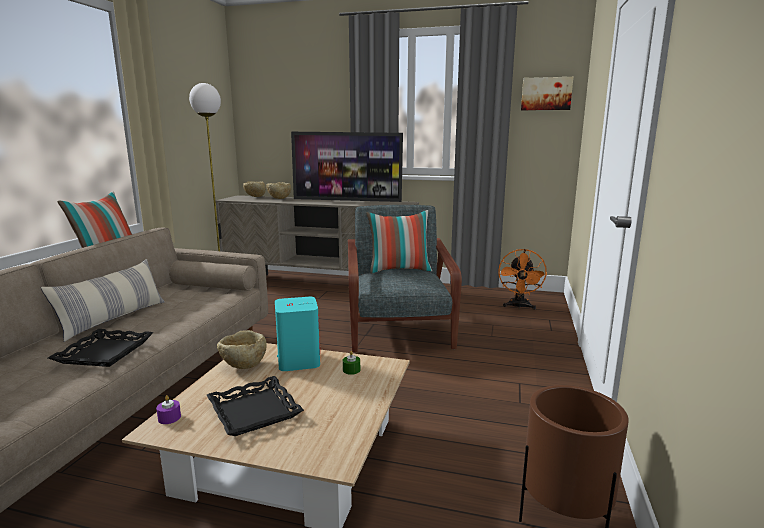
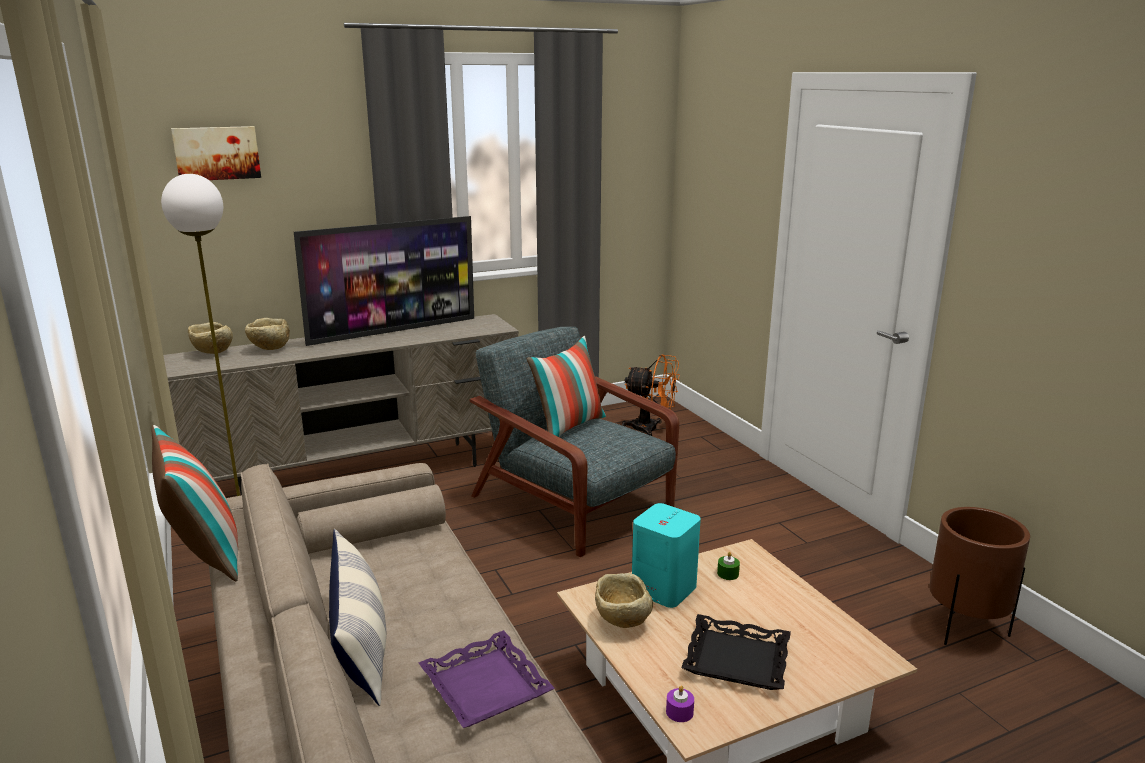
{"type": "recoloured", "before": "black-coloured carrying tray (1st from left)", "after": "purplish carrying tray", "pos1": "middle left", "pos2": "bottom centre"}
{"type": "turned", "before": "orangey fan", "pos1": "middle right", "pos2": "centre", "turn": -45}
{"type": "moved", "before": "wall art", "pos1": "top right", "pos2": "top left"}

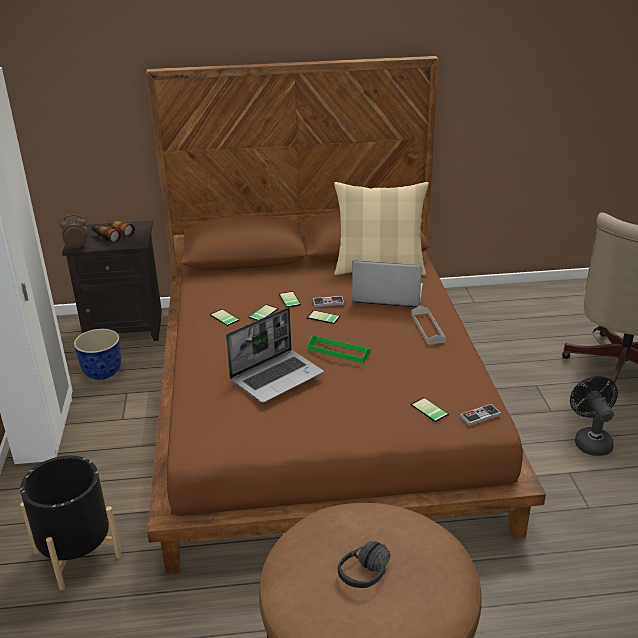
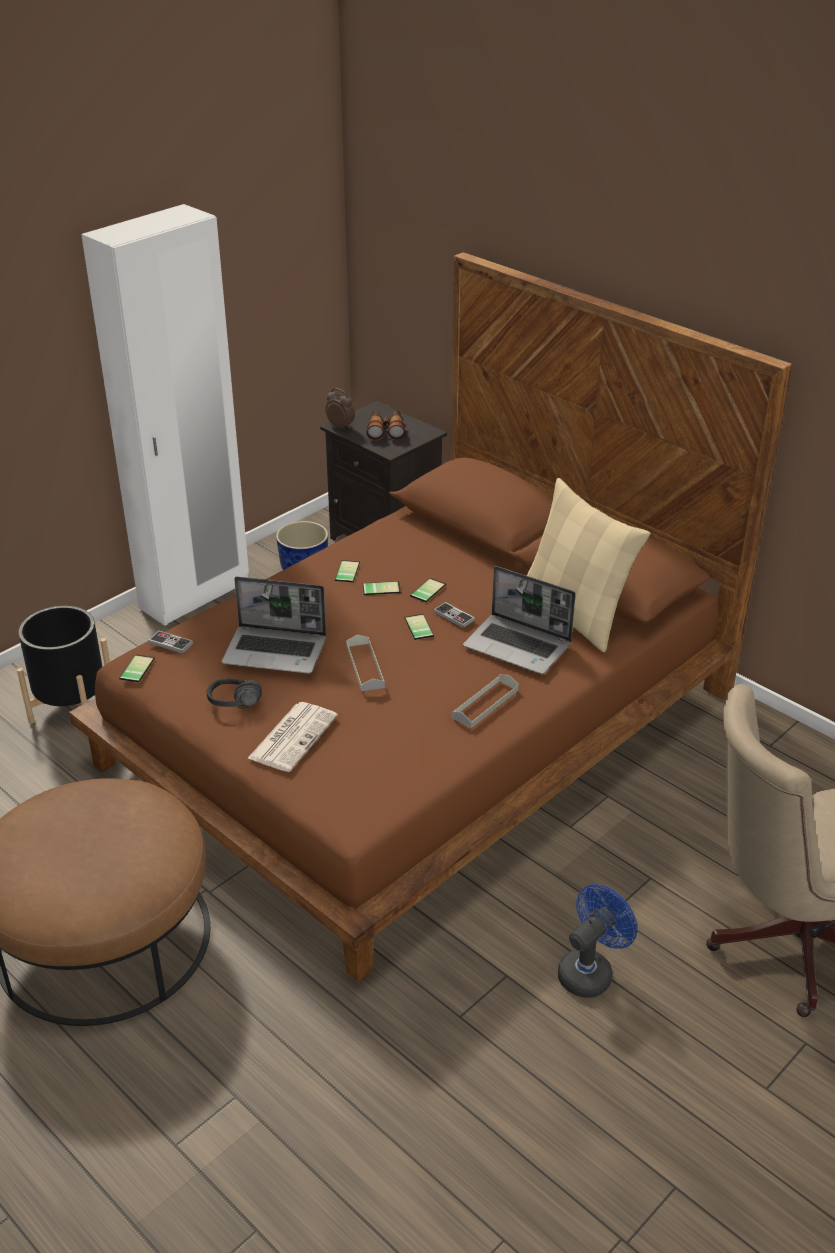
{"type": "recoloured", "before": "greenish carrying tray", "after": "grey carrying tray (1st from left)", "pos1": "centre", "pos2": "centre"}
{"type": "moved", "before": "black-coloured headphones", "pos1": "bottom centre", "pos2": "middle left"}
{"type": "turned", "before": "laptop (2nd from left)", "pos1": "centre", "pos2": "centre", "turn": 150}
{"type": "moved", "before": "phone (5th from left in the first image)", "after": "phone (1st from left)", "pos1": "middle right", "pos2": "middle left"}
{"type": "moved", "before": "game controller (2nd from left in the first image)", "after": "game controller (1st from left)", "pos1": "middle right", "pos2": "middle left"}
{"type": "recoloured", "before": "black-coloured fan", "after": "blue-coloured fan", "pos1": "middle right", "pos2": "bottom right"}
{"type": "added", "after": "daily paper", "pos2": "centre"}

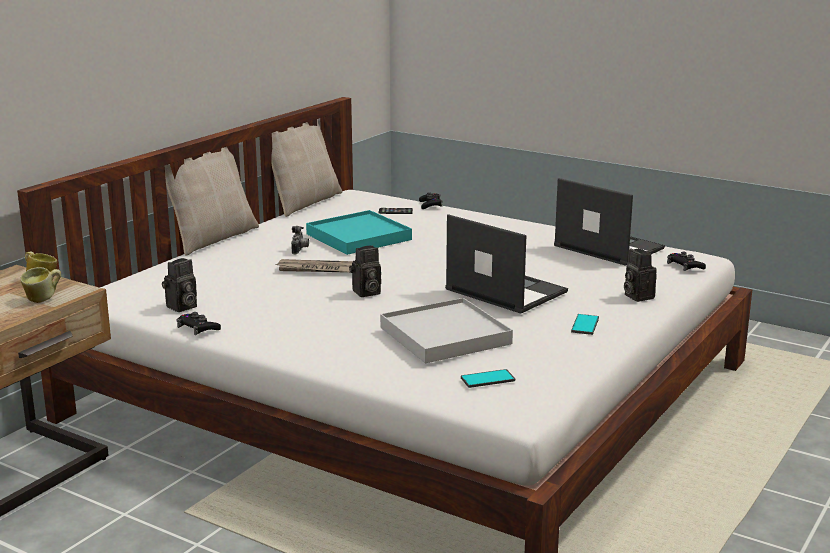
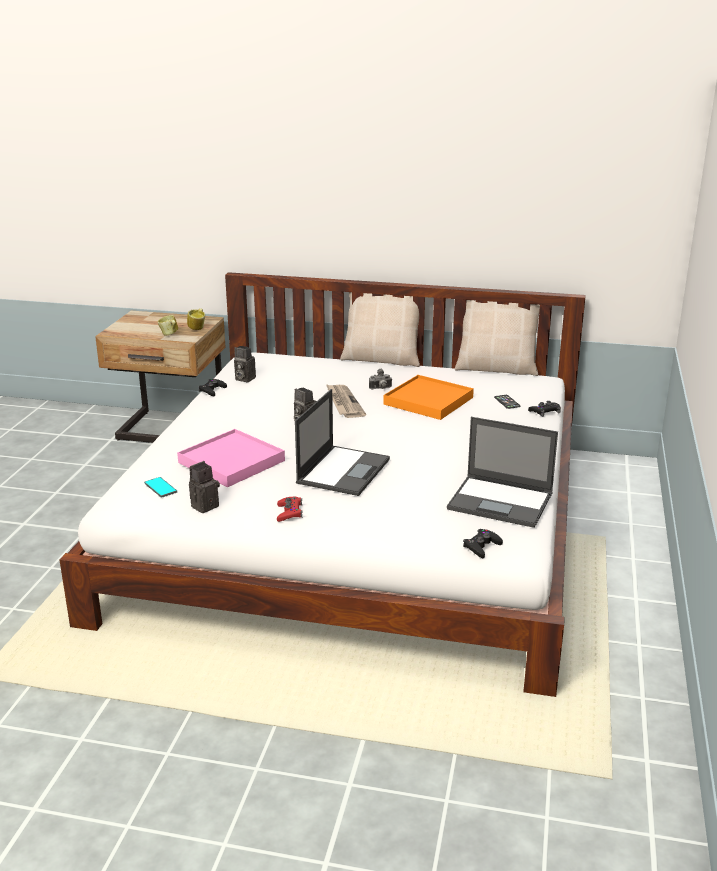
{"type": "recoloured", "before": "turquoise carrying tray", "after": "orangey carrying tray", "pos1": "centre", "pos2": "centre"}
{"type": "recoloured", "before": "whitish carrying tray", "after": "pinkish carrying tray", "pos1": "centre", "pos2": "middle left"}
{"type": "turned", "before": "laptop (2nd from left)", "pos1": "middle right", "pos2": "middle right", "turn": 90}
{"type": "replaced", "before": "phone (3rd from left)", "after": "reddish game controller", "pos1": "middle right", "pos2": "centre"}
{"type": "moved", "before": "still camera (4th from left in the first image)", "after": "still camera (1st from left)", "pos1": "middle right", "pos2": "middle left"}

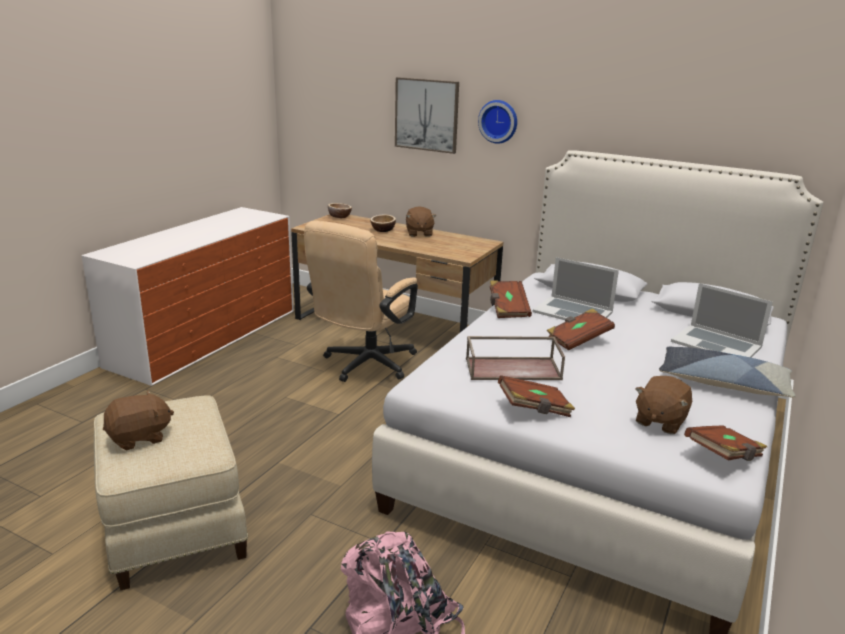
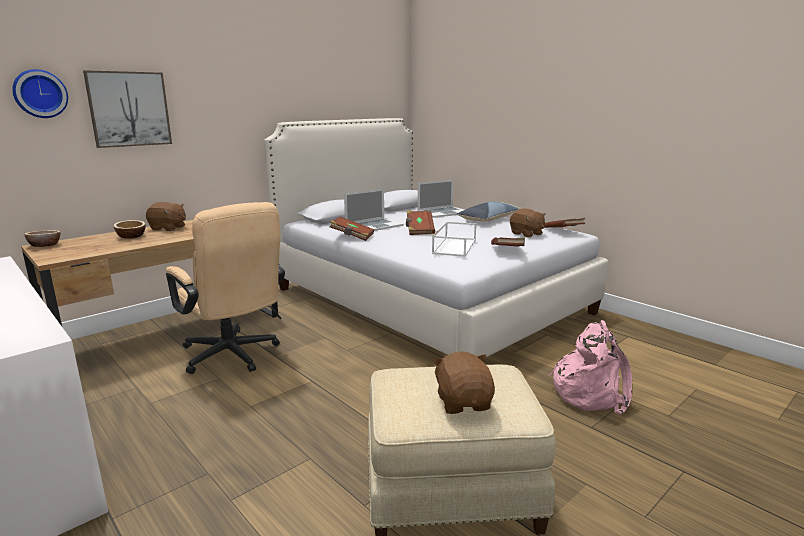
{"type": "recoloured", "before": "brown-coloured carrying tray", "after": "whitish carrying tray", "pos1": "centre", "pos2": "centre"}
{"type": "moved", "before": "wall clock", "pos1": "top centre", "pos2": "top left"}

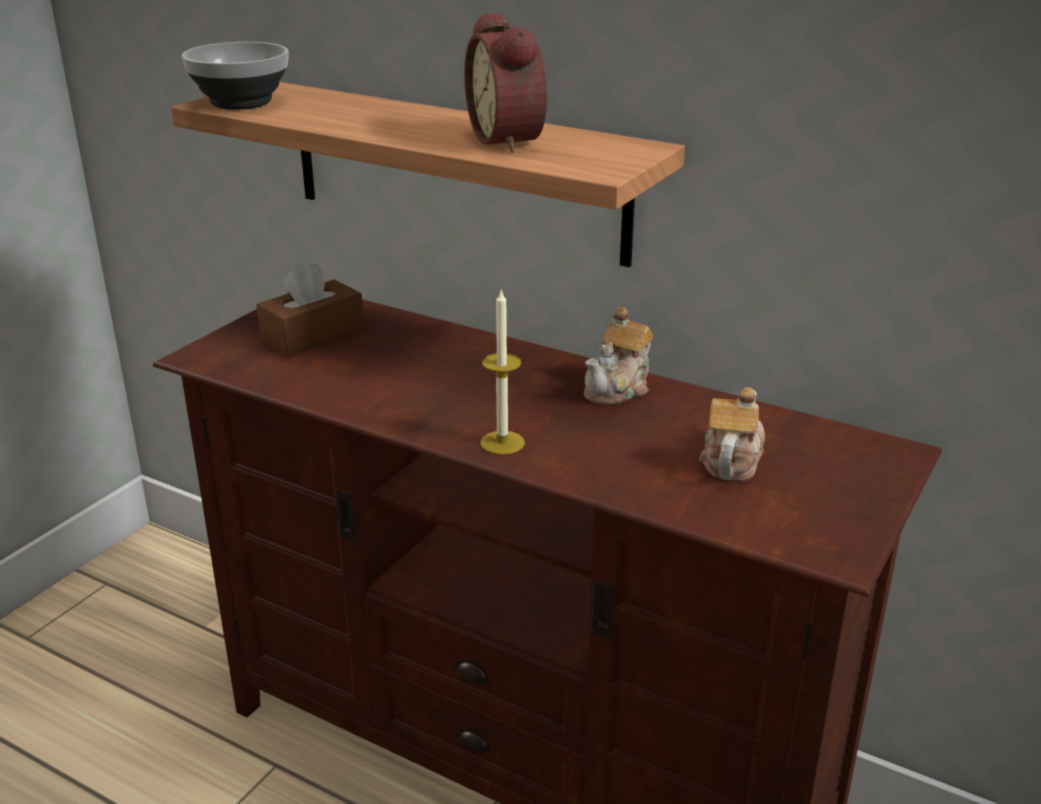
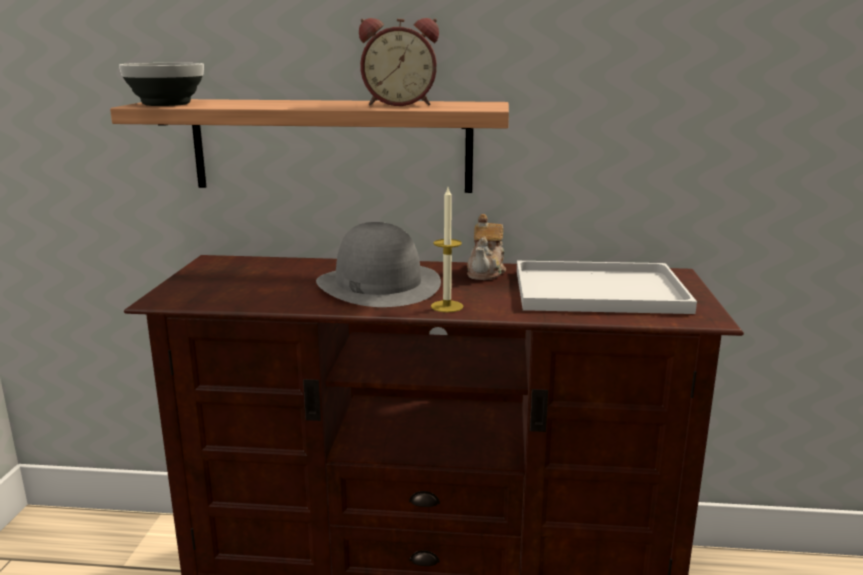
{"type": "removed", "before": "brown-coloured tissue holder", "pos1": "middle left"}
{"type": "turned", "before": "alarm clock", "pos1": "top centre", "pos2": "top centre", "turn": -45}
{"type": "replaced", "before": "tea pot (2nd from left)", "after": "whitish carrying tray", "pos1": "middle right", "pos2": "middle right"}
{"type": "added", "after": "grey wearable hat", "pos2": "centre"}

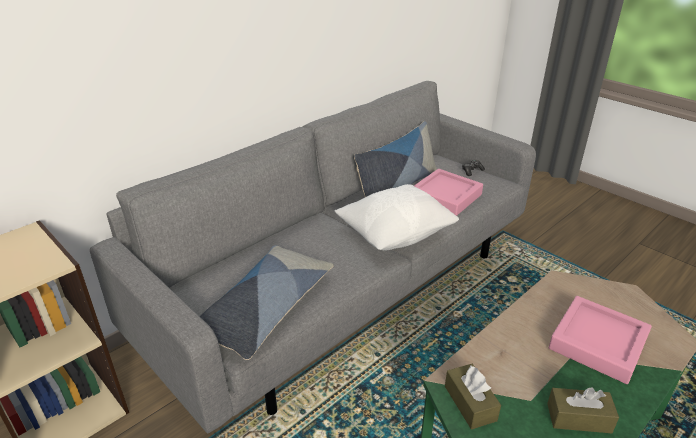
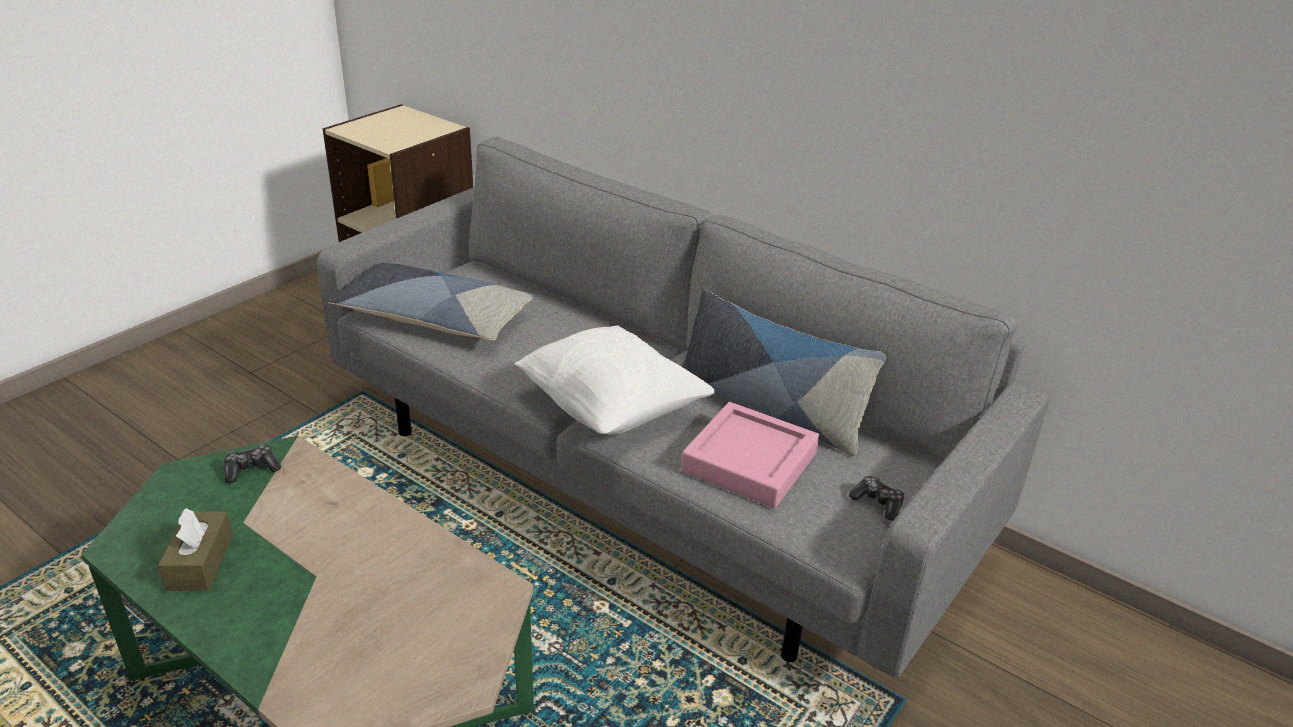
{"type": "replaced", "before": "brown-coloured tissue holder (1st from left)", "after": "game controller (1st from left)", "pos1": "bottom right", "pos2": "middle left"}
{"type": "removed", "before": "pinkish carrying tray (2nd from left)", "pos1": "bottom right"}

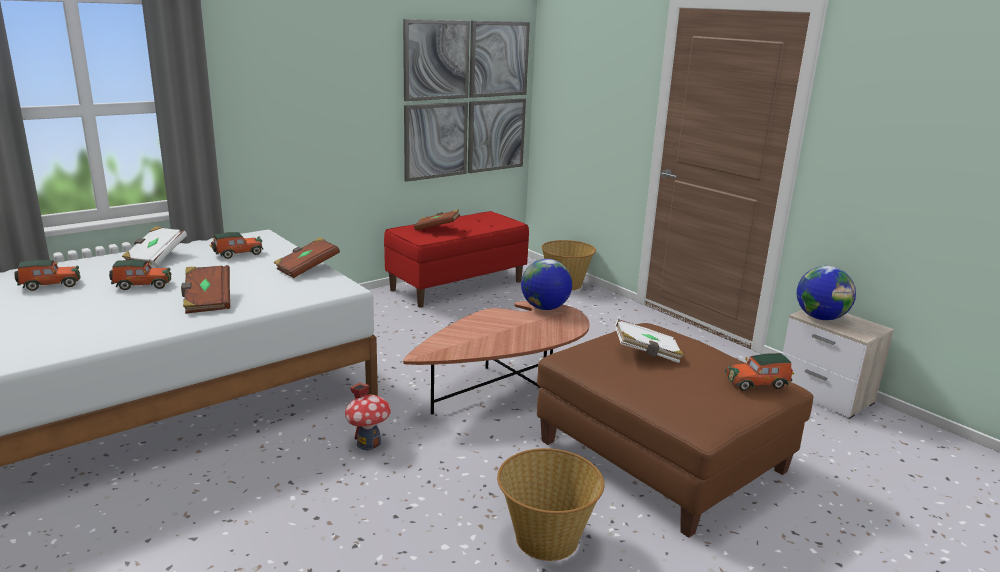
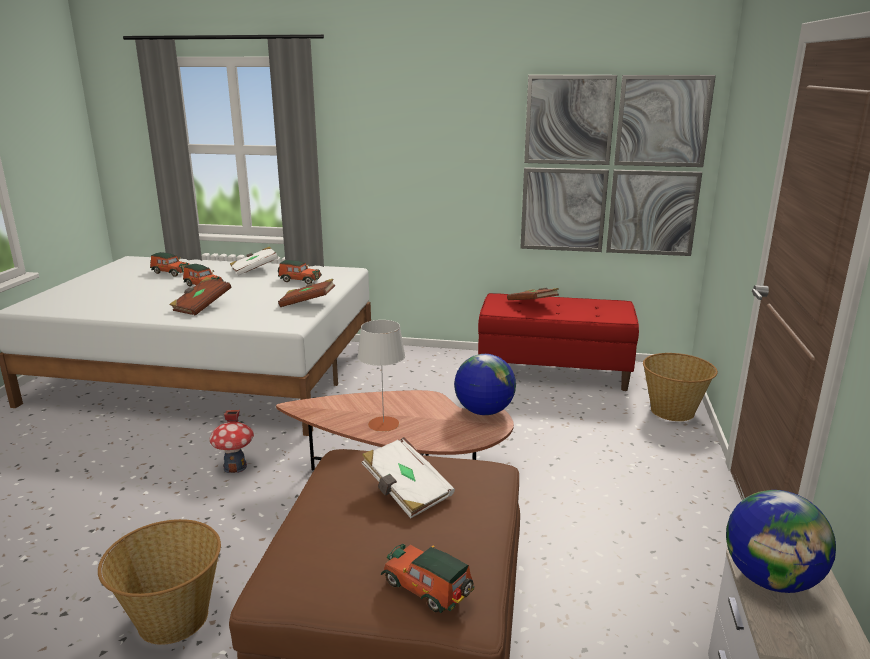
{"type": "added", "after": "grey lamp for a table", "pos2": "centre"}

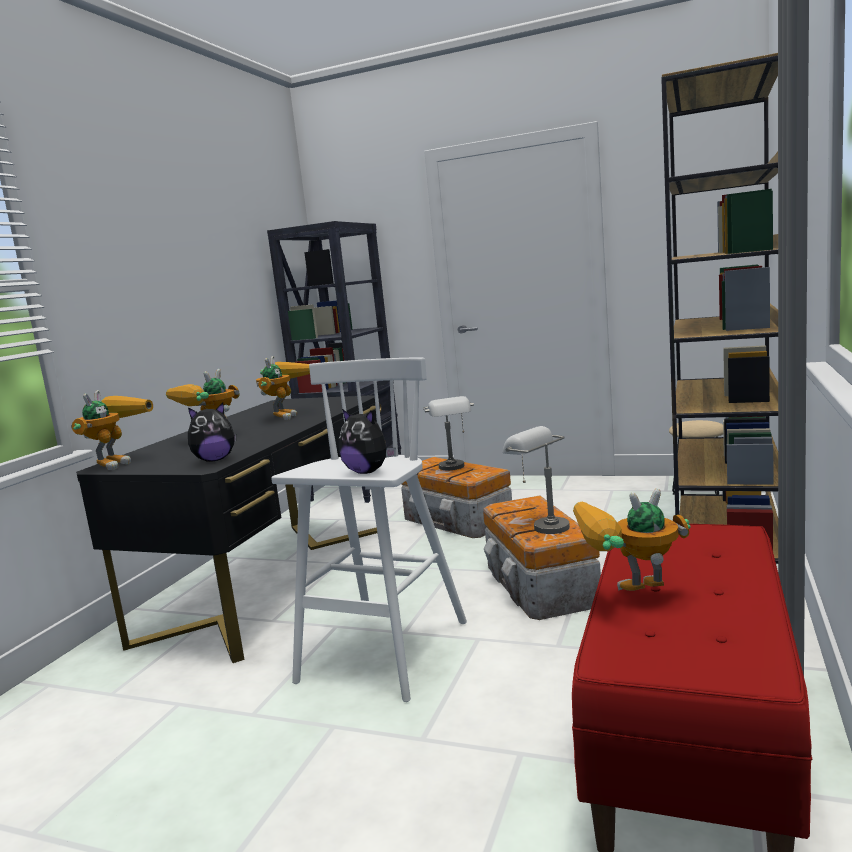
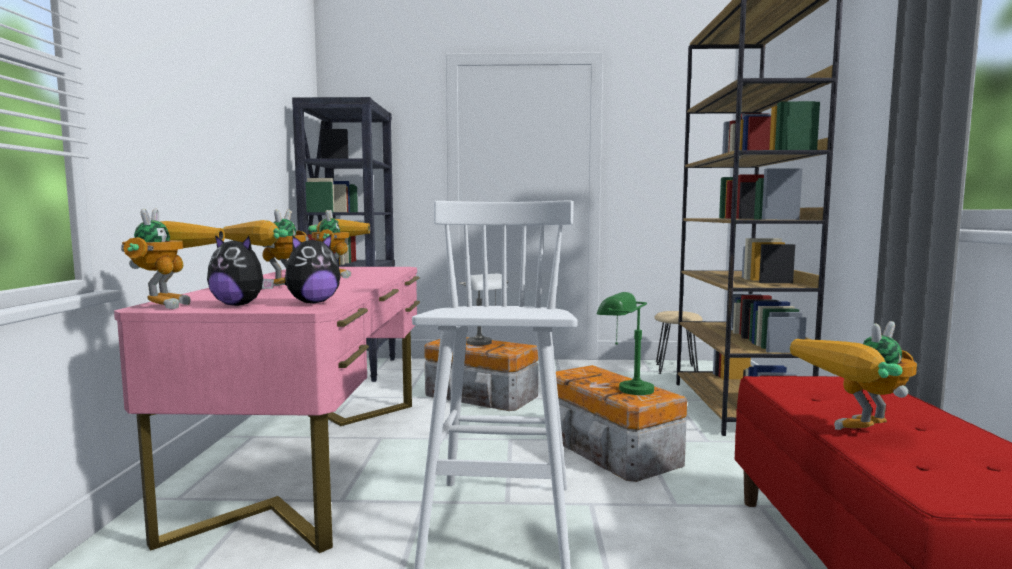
{"type": "recoloured", "before": "black-coloured desk", "after": "pinkish desk", "pos1": "middle left", "pos2": "bottom left"}
{"type": "moved", "before": "cuddly toy (2nd from left in the first image)", "after": "cuddly toy (1st from left)", "pos1": "centre", "pos2": "middle left"}
{"type": "recoloured", "before": "grey lamp for a table (2nd from left)", "after": "greenish lamp for a table", "pos1": "centre", "pos2": "centre"}

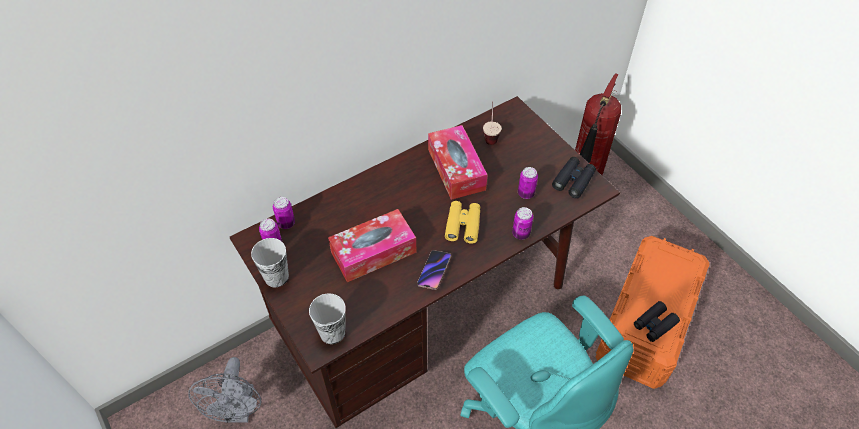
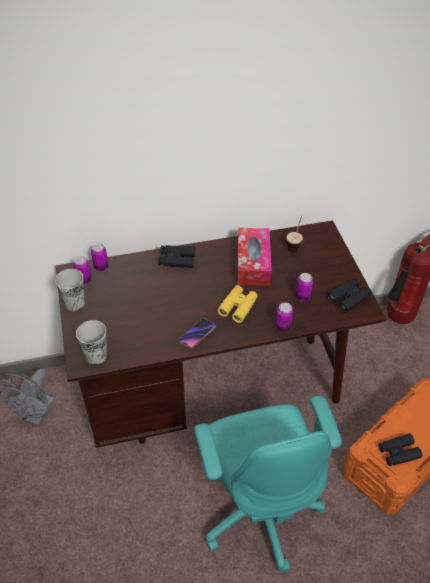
{"type": "removed", "before": "tissue holder (1st from left)", "pos1": "centre"}
{"type": "added", "after": "black-coloured field glasses (1st from left)", "pos2": "centre"}

